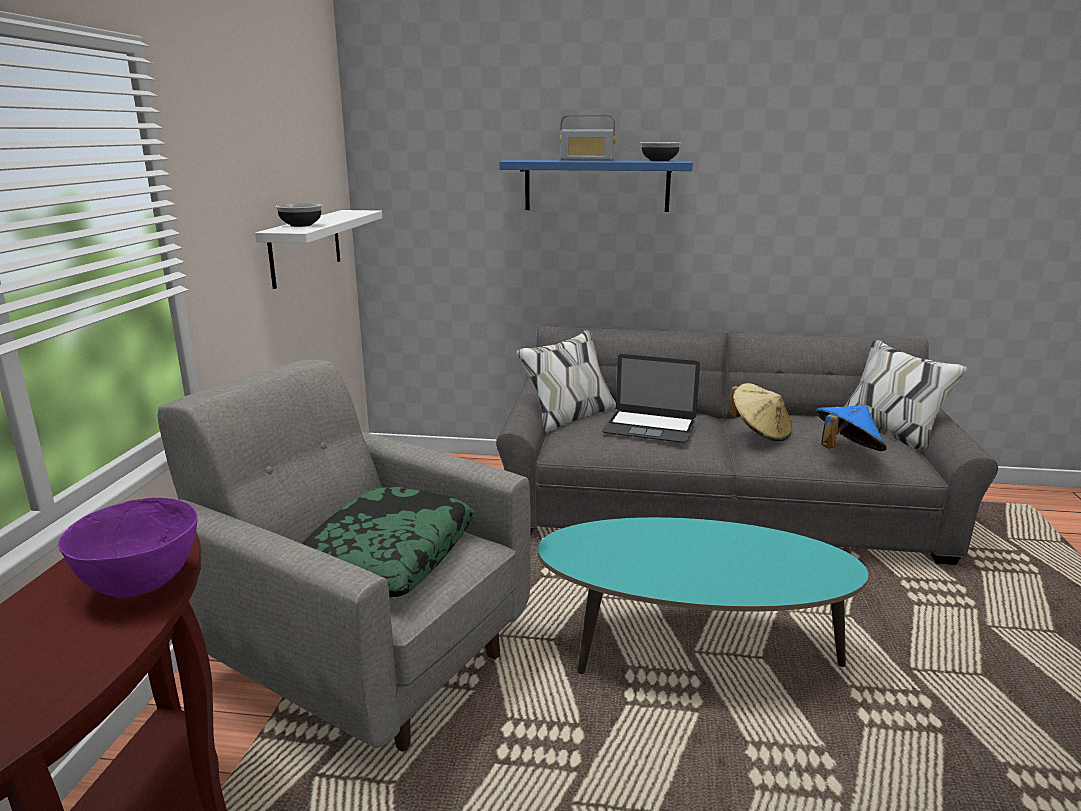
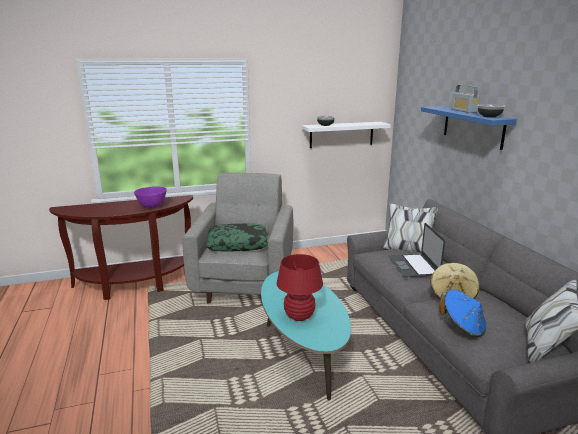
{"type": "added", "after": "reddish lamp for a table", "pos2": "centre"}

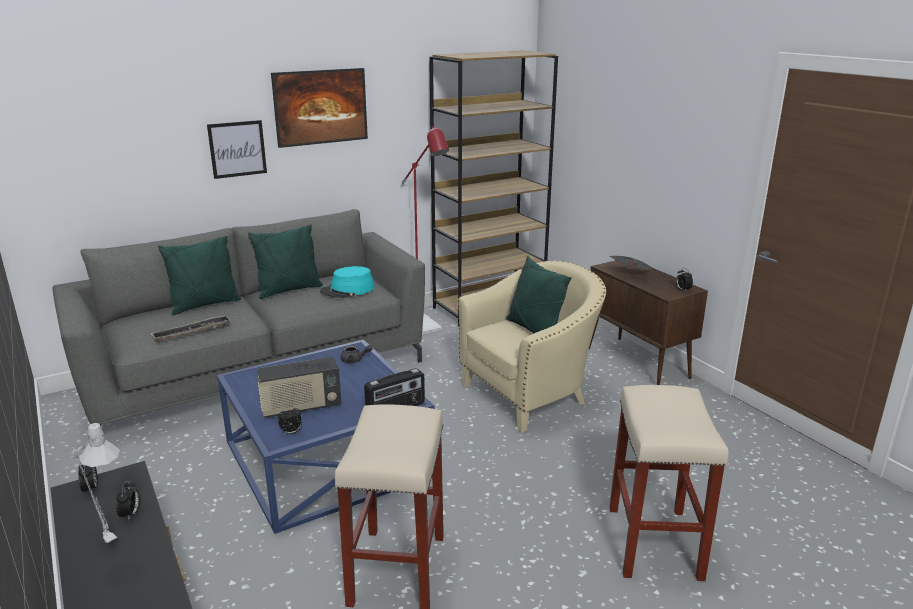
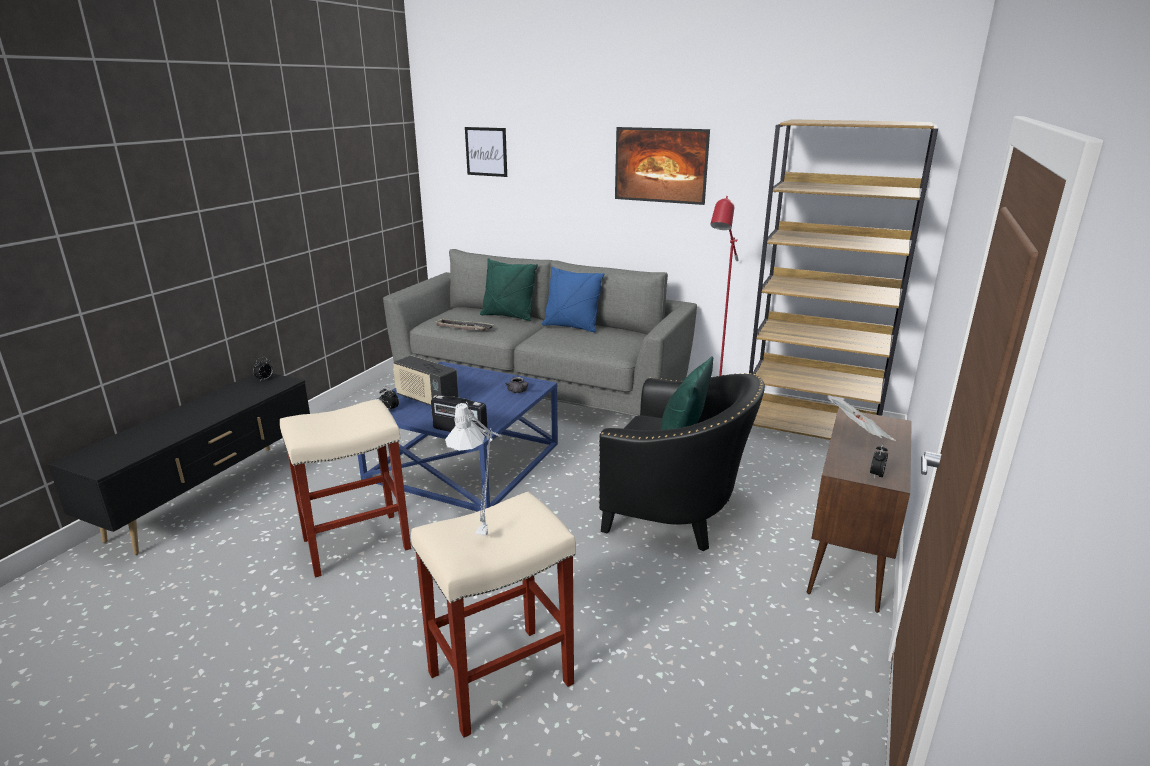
{"type": "moved", "before": "grey lamp for a table", "pos1": "bottom left", "pos2": "centre"}
{"type": "removed", "before": "alarm clock (2nd from left)", "pos1": "bottom left"}
{"type": "moved", "before": "wall art (1st from left)", "pos1": "top left", "pos2": "top centre"}
{"type": "recoloured", "before": "greenish cushion (2nd from left)", "after": "blue-coloured cushion", "pos1": "middle left", "pos2": "centre"}
{"type": "removed", "before": "turquoise wearable hat", "pos1": "centre"}
{"type": "recoloured", "before": "sand-coloured lounge chair", "after": "black-coloured lounge chair", "pos1": "centre", "pos2": "centre"}

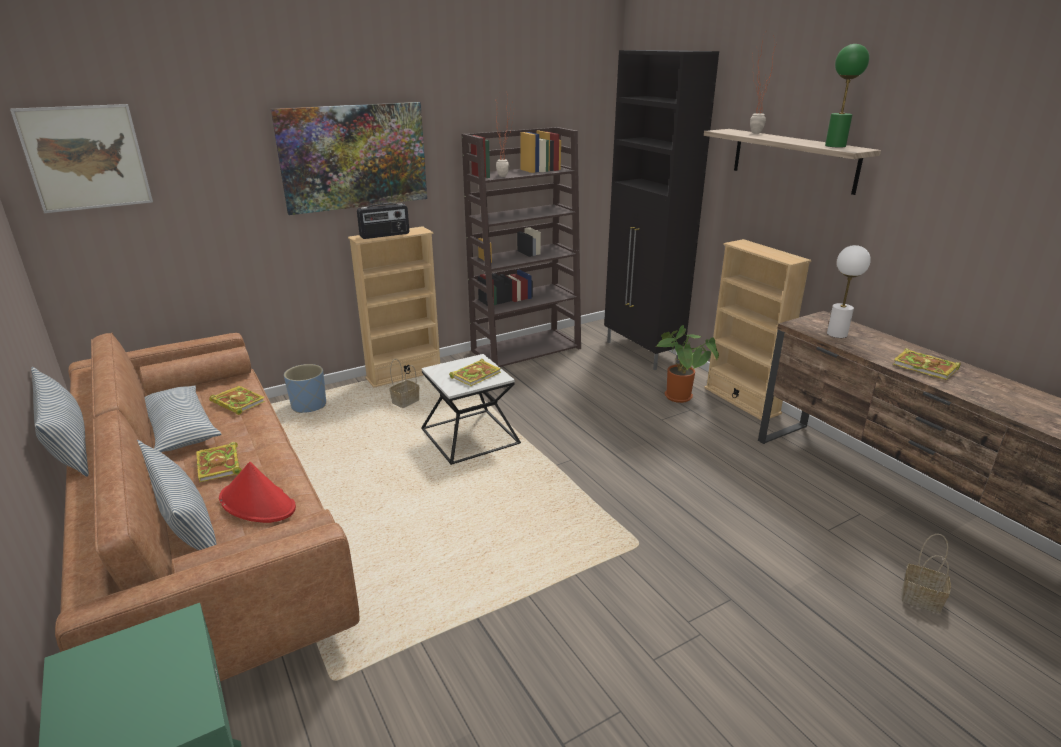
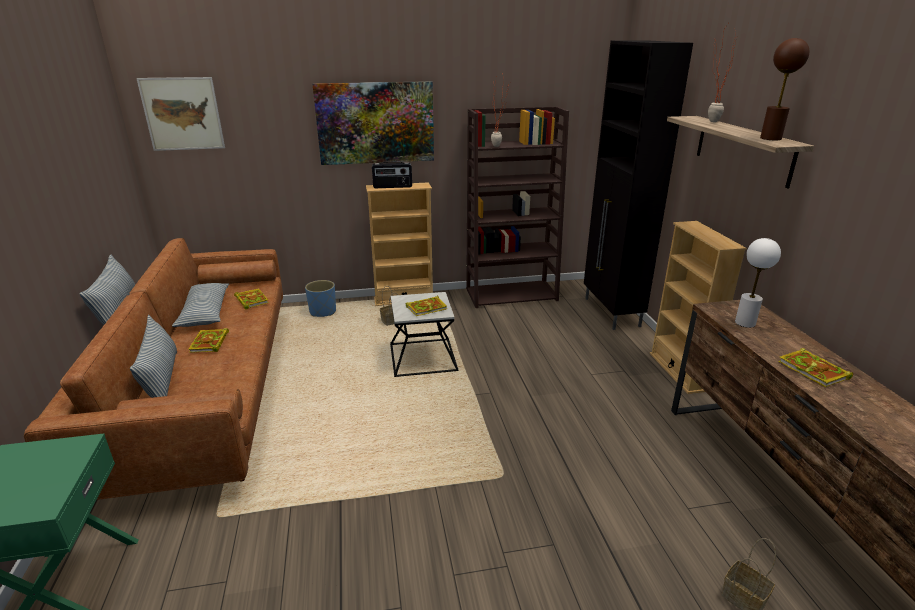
{"type": "removed", "before": "reddish wearable hat", "pos1": "middle left"}
{"type": "removed", "before": "houseplant (2nd from left)", "pos1": "centre"}
{"type": "recoloured", "before": "greenish lamp for a table", "after": "brown-coloured lamp for a table", "pos1": "top right", "pos2": "top right"}

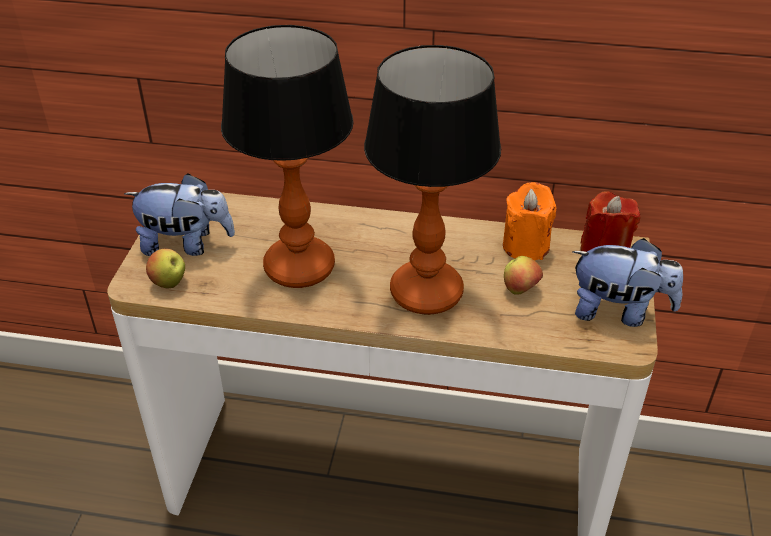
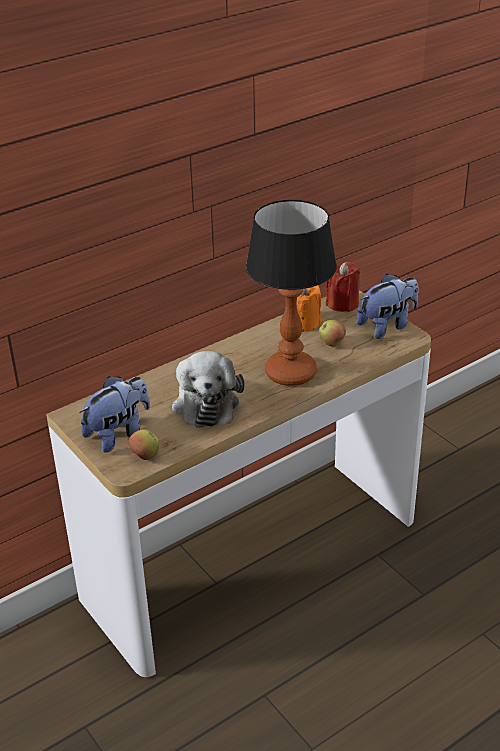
{"type": "replaced", "before": "lamp for a table (1st from left)", "after": "cuddly toy (2nd from left)", "pos1": "top centre", "pos2": "centre"}

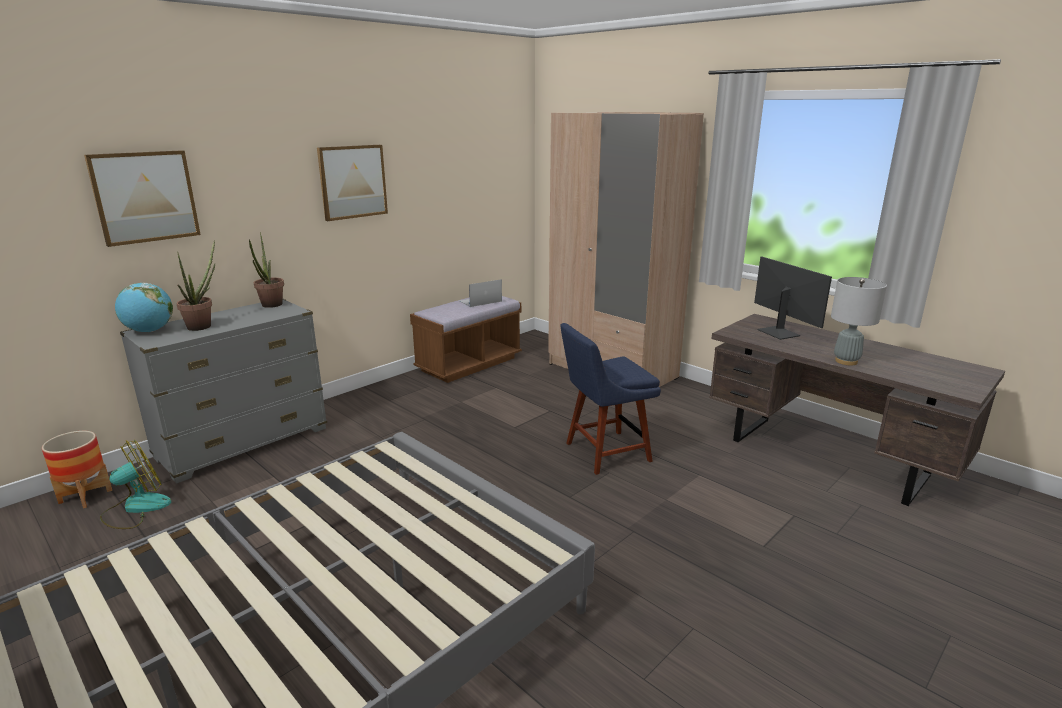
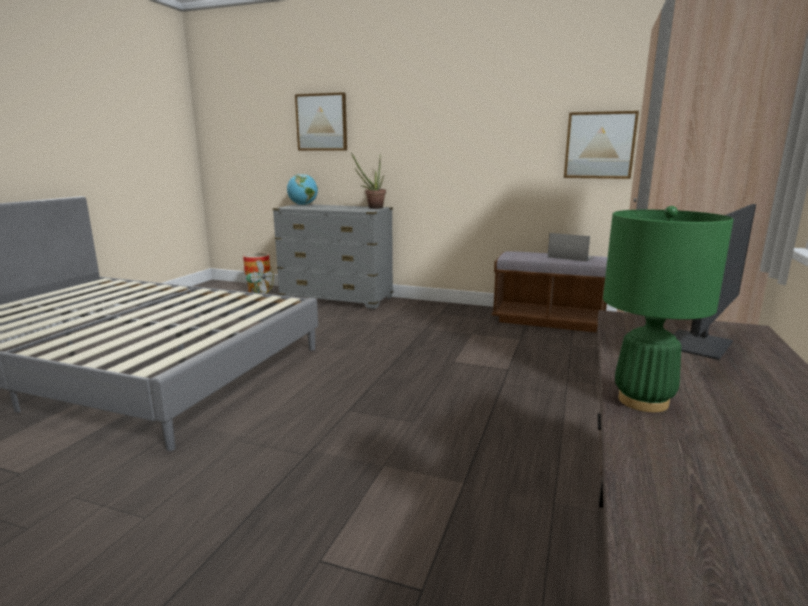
{"type": "removed", "before": "houseplant (1st from left)", "pos1": "middle left"}
{"type": "moved", "before": "wall art (2nd from left)", "pos1": "top left", "pos2": "top right"}
{"type": "removed", "before": "blue-coloured plain chair", "pos1": "centre"}
{"type": "recoloured", "before": "grey lamp for a table", "after": "greenish lamp for a table", "pos1": "middle right", "pos2": "middle right"}

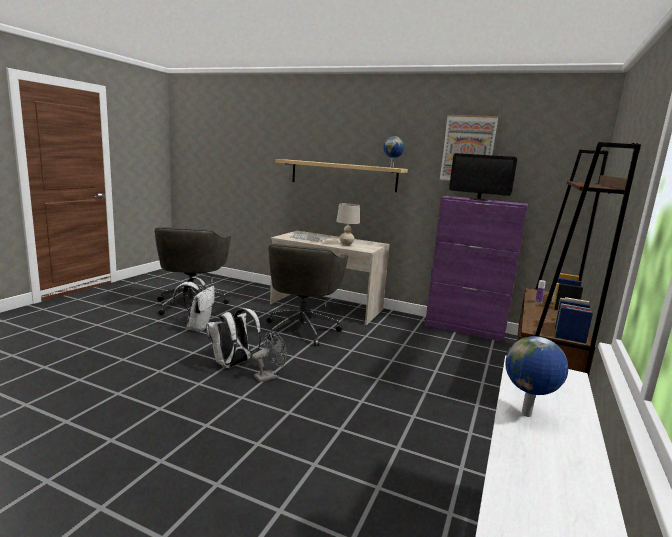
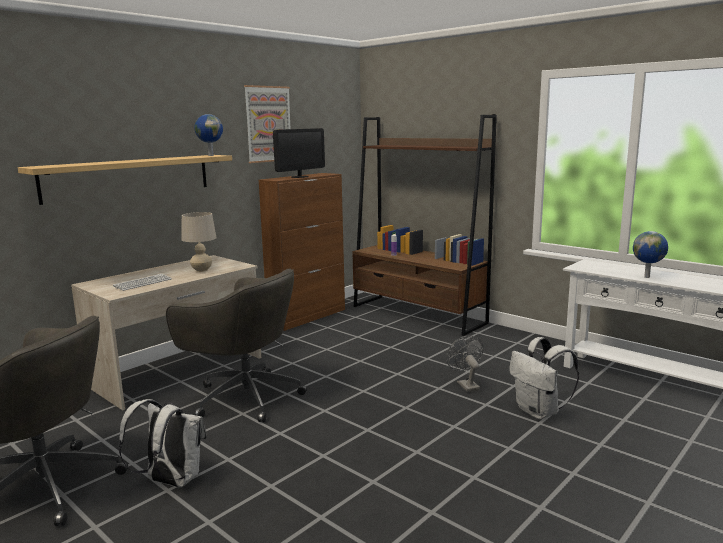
{"type": "moved", "before": "whitish knapsack (2nd from left)", "pos1": "centre", "pos2": "bottom right"}
{"type": "moved", "before": "grey fan", "pos1": "centre", "pos2": "bottom centre"}
{"type": "recoloured", "before": "purplish storage cabinet", "after": "brown-coloured storage cabinet", "pos1": "middle right", "pos2": "centre"}

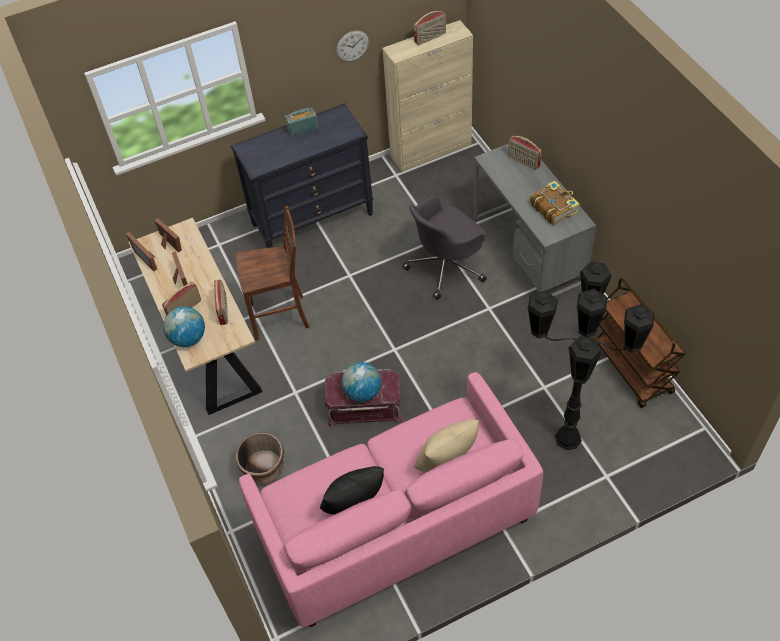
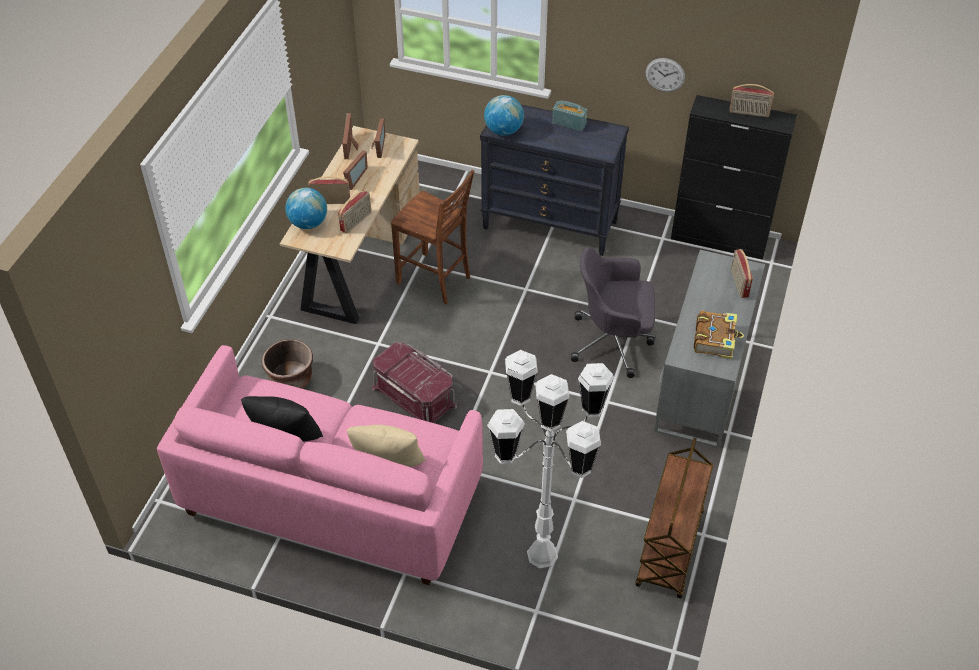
{"type": "moved", "before": "globe (2nd from left)", "pos1": "centre", "pos2": "top centre"}
{"type": "recoloured", "before": "sand-coloured storage cabinet", "after": "black-coloured storage cabinet", "pos1": "top centre", "pos2": "top right"}
{"type": "recoloured", "before": "black-coloured standing lamp", "after": "whitish standing lamp", "pos1": "middle right", "pos2": "bottom centre"}

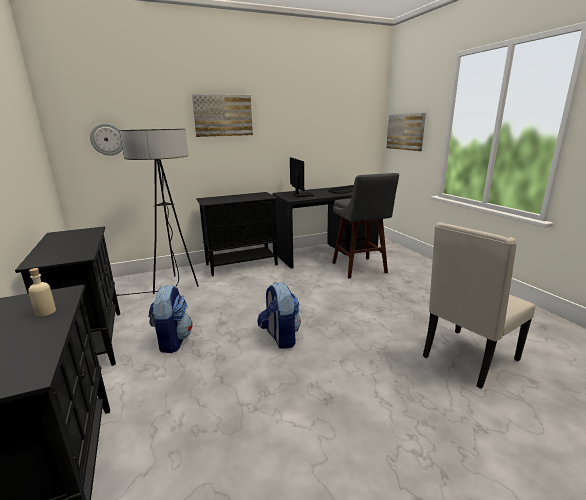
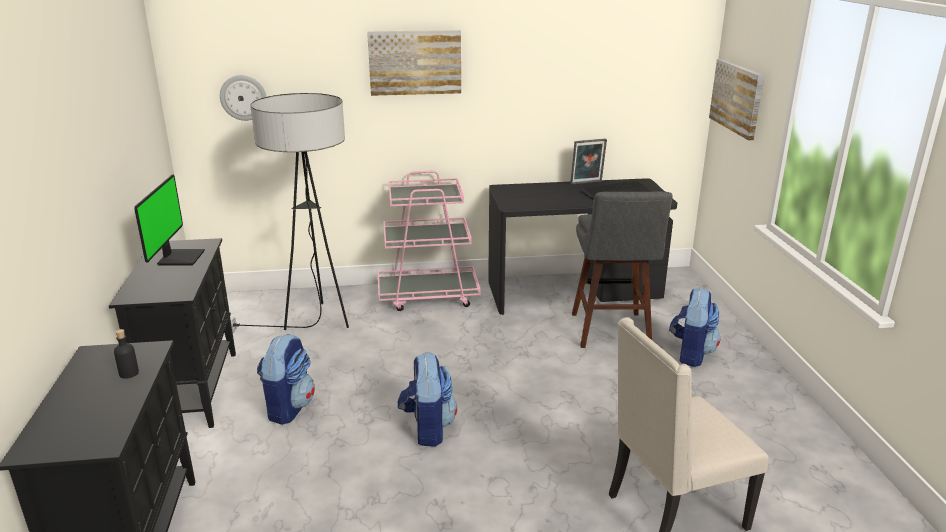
{"type": "recoloured", "before": "sand-coloured drink bottle", "after": "black-coloured drink bottle", "pos1": "middle left", "pos2": "middle left"}
{"type": "replaced", "before": "black-coloured storage cabinet (3rd from left)", "after": "pinkish trolley", "pos1": "centre", "pos2": "centre"}
{"type": "moved", "before": "monitor", "pos1": "centre", "pos2": "middle left"}
{"type": "added", "after": "picture frame", "pos2": "top centre"}
{"type": "added", "after": "knapsack (3rd from left)", "pos2": "middle right"}

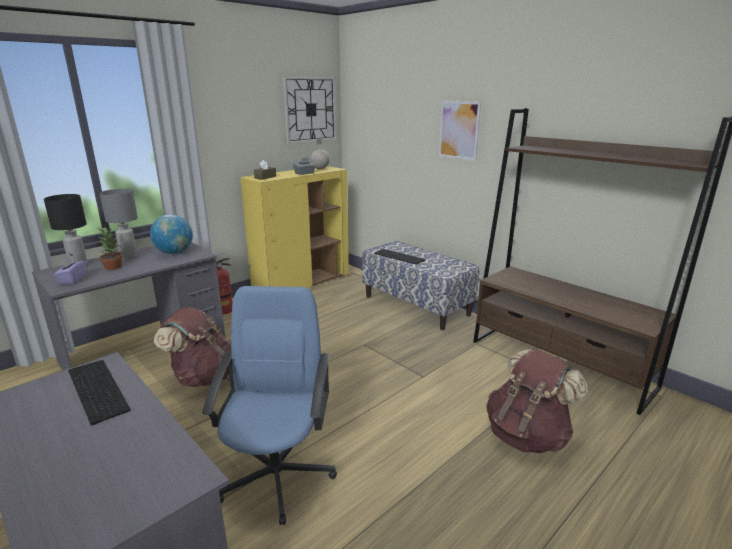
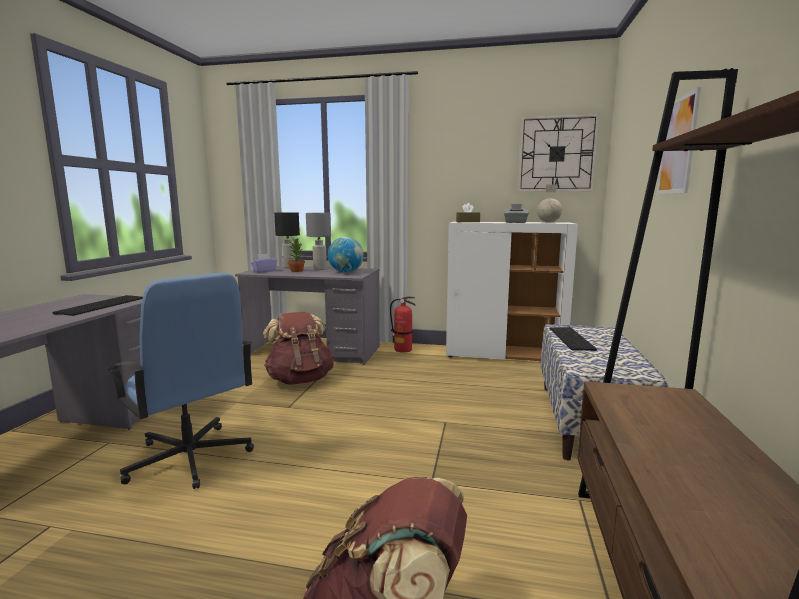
{"type": "turned", "before": "blue-coloured office chair", "pos1": "bottom centre", "pos2": "middle left", "turn": 75}
{"type": "recoloured", "before": "yellowish storage cabinet", "after": "whitish storage cabinet", "pos1": "centre", "pos2": "centre"}

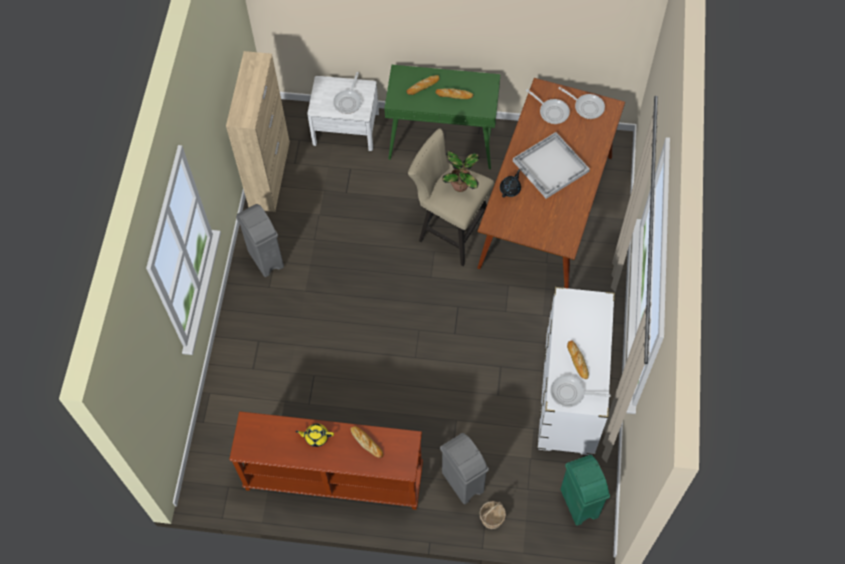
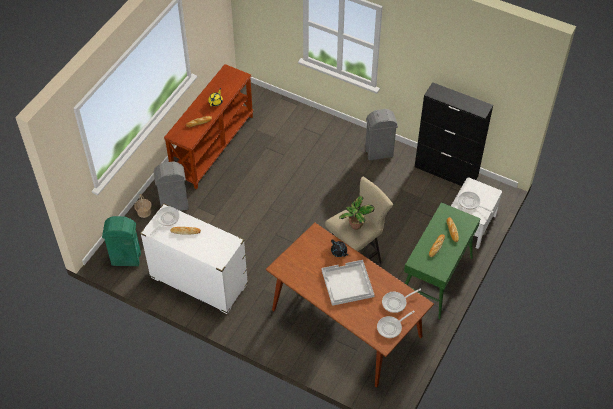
{"type": "recoloured", "before": "sand-coloured storage cabinet", "after": "black-coloured storage cabinet", "pos1": "top left", "pos2": "top right"}

